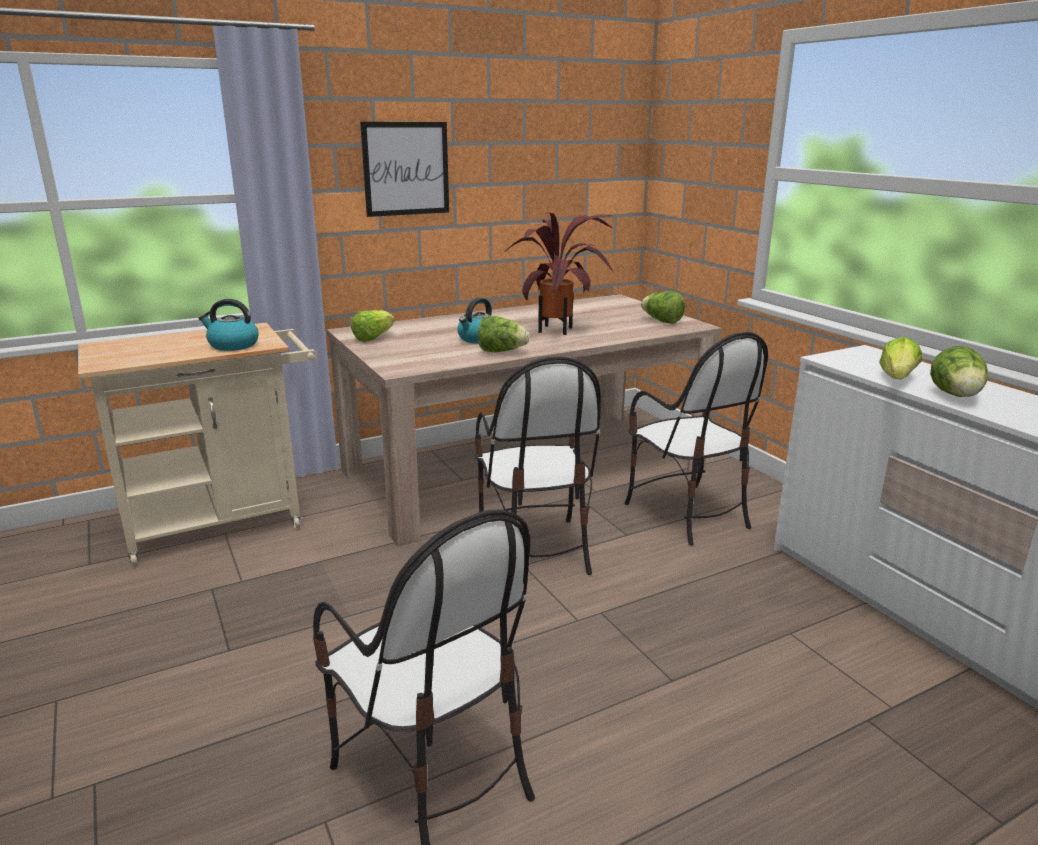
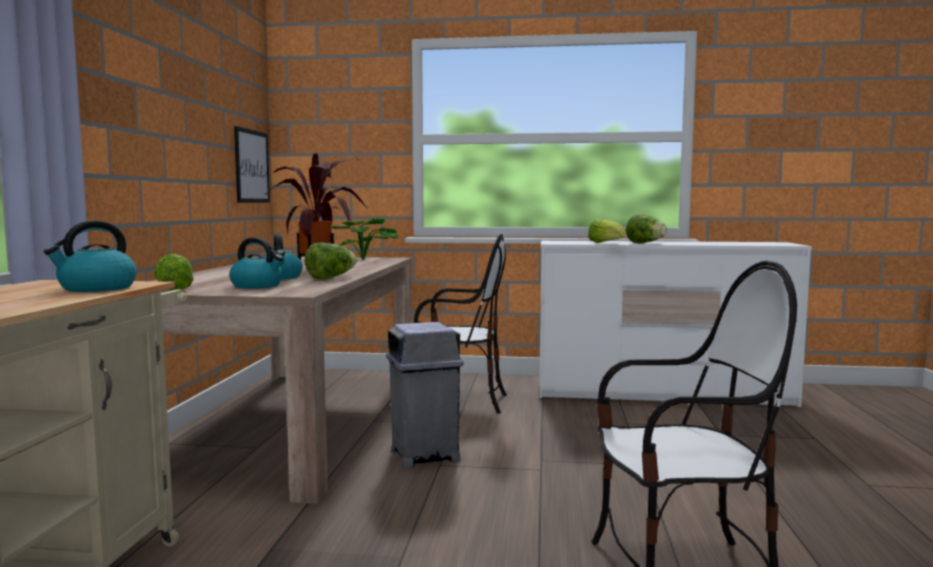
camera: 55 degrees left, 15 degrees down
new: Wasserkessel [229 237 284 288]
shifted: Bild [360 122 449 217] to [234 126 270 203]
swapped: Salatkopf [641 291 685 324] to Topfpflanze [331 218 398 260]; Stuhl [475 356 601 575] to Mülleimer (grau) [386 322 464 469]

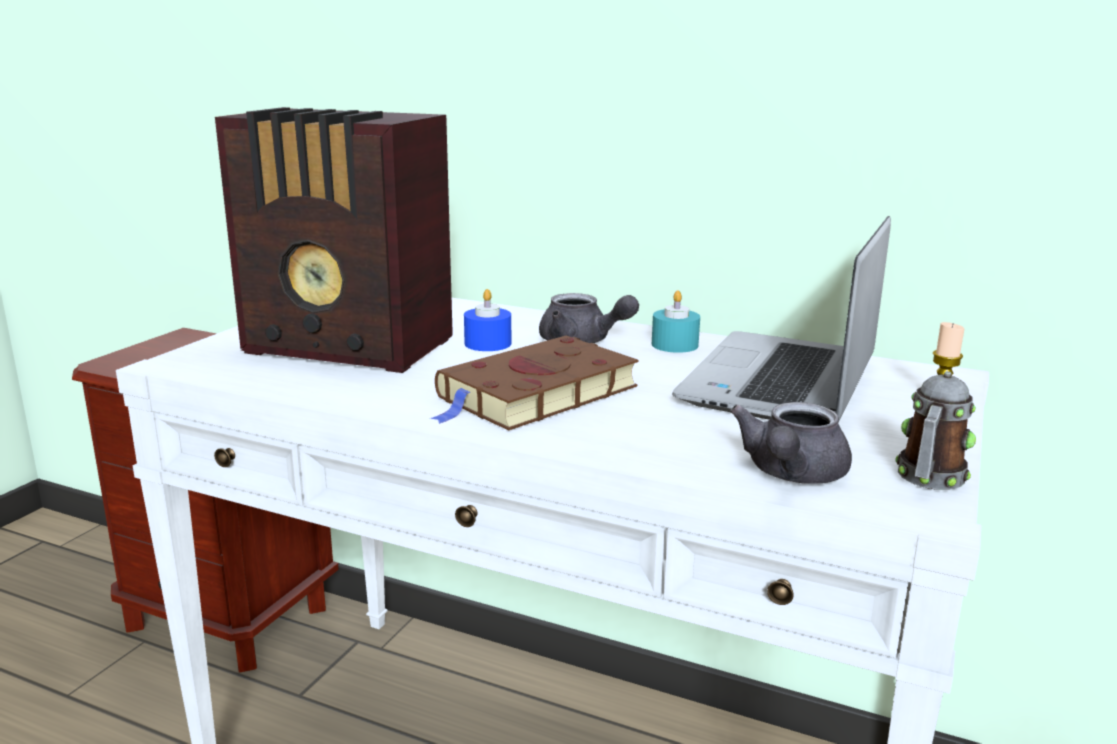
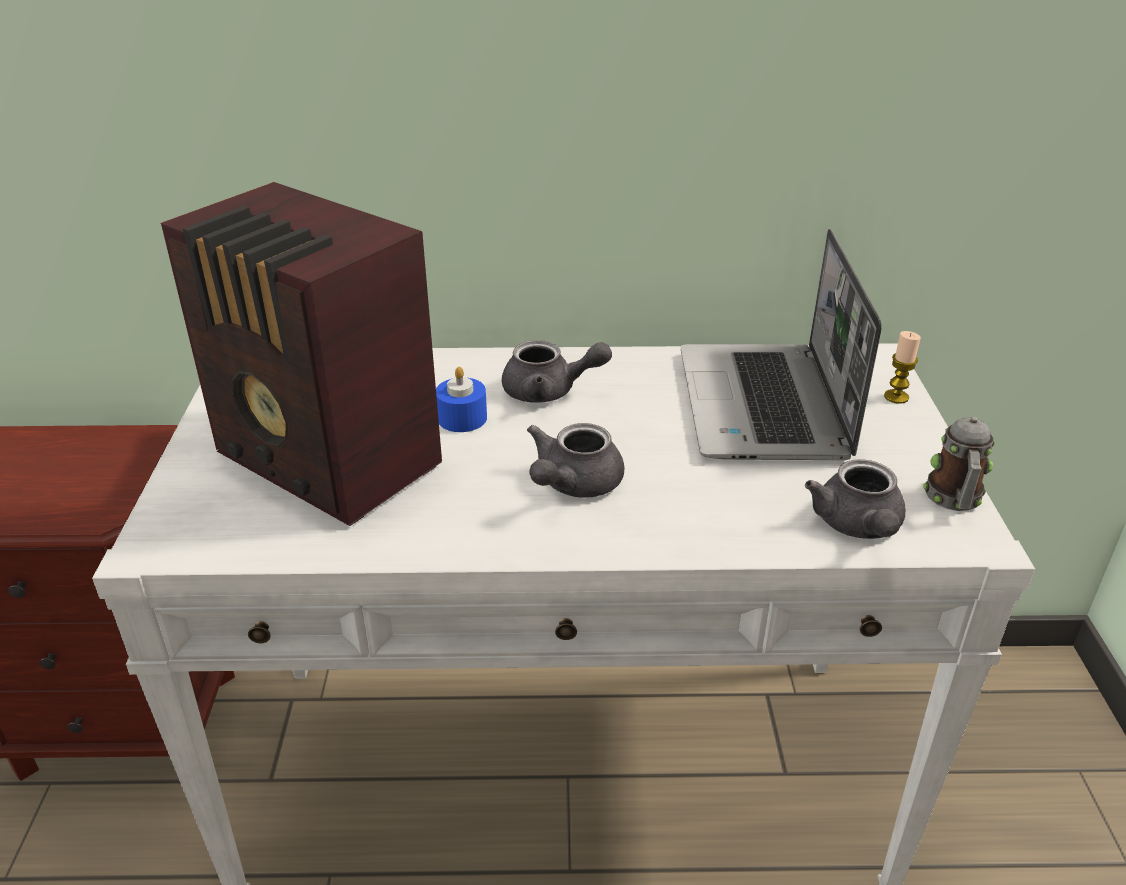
camera: 25 degrees left, 15 degrees up
gone: Kerze (türkis) [652 290 700 353]
swapped: Buch (braun) [430 336 638 431] to Teekanne (grau) [527 423 624 498]
rotated: Radio [215 107 453 373] = [160 182 442 526] 45 degrees clockwise

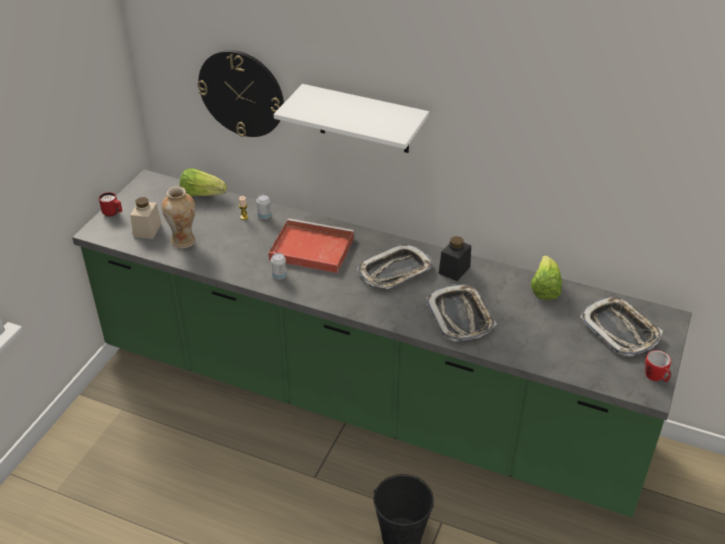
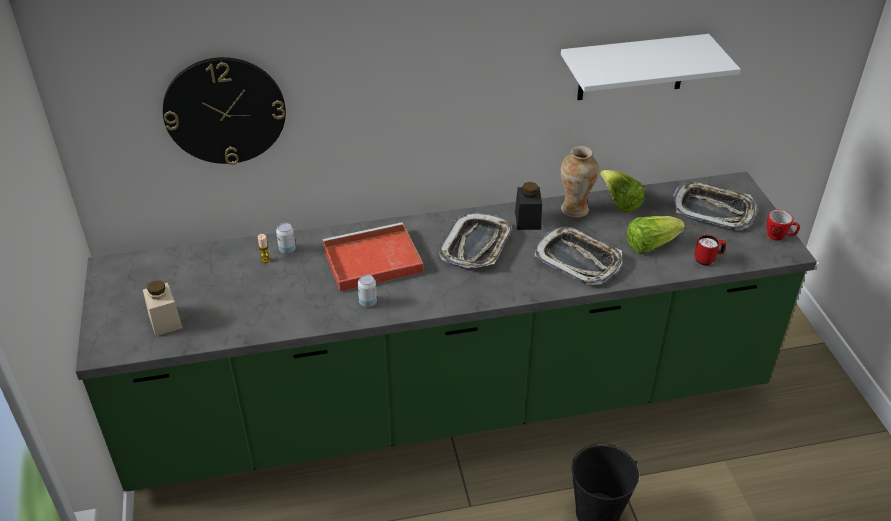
camera: 35 degrees left, 0 degrees up
shifted: Wandregal (weiß) [274 84 429 153] to [561 34 740 100]; Vase [162 186 196 249] to [561 146 599 218]; Salatkopf [180 168 227 196] to [627 216 685 253]; Henkelbecher (rot) [99 192 122 217] to [694 235 726 265]

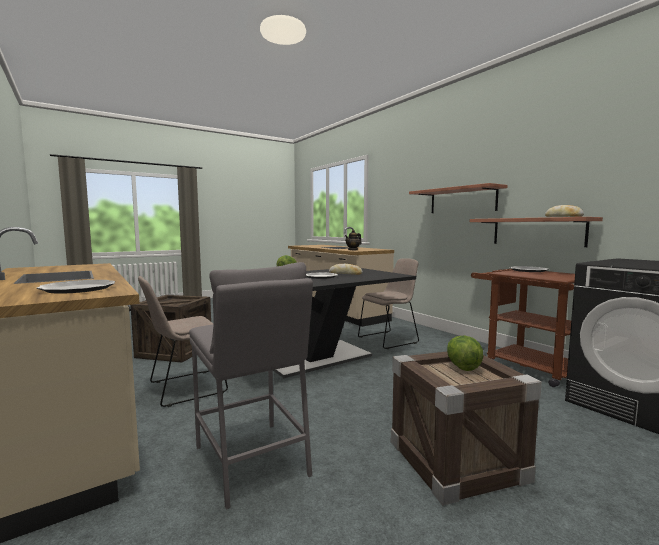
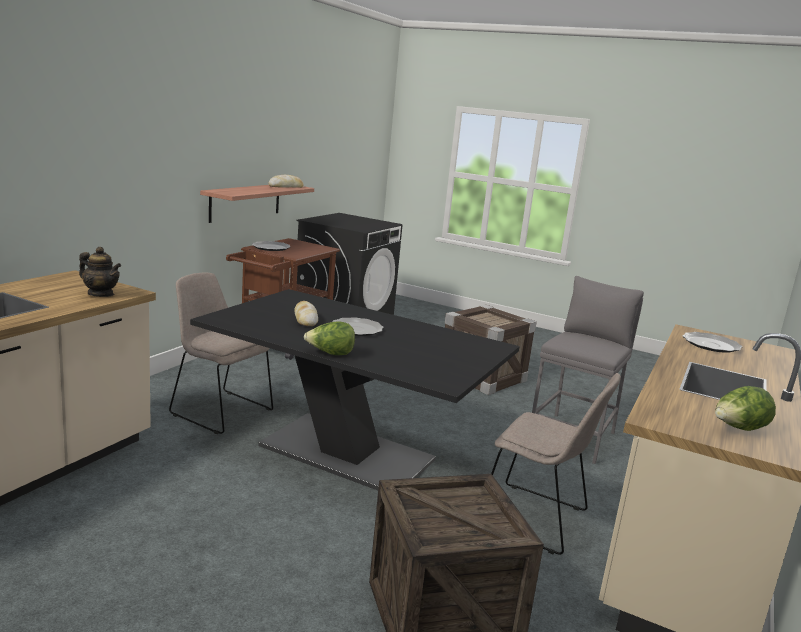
camera: 120 degrees left, 10 degrees up
gone: Wandregal [409 183 507 213]
shifted: Salatkopf [447 335 483 371] to [715 386 776 431]

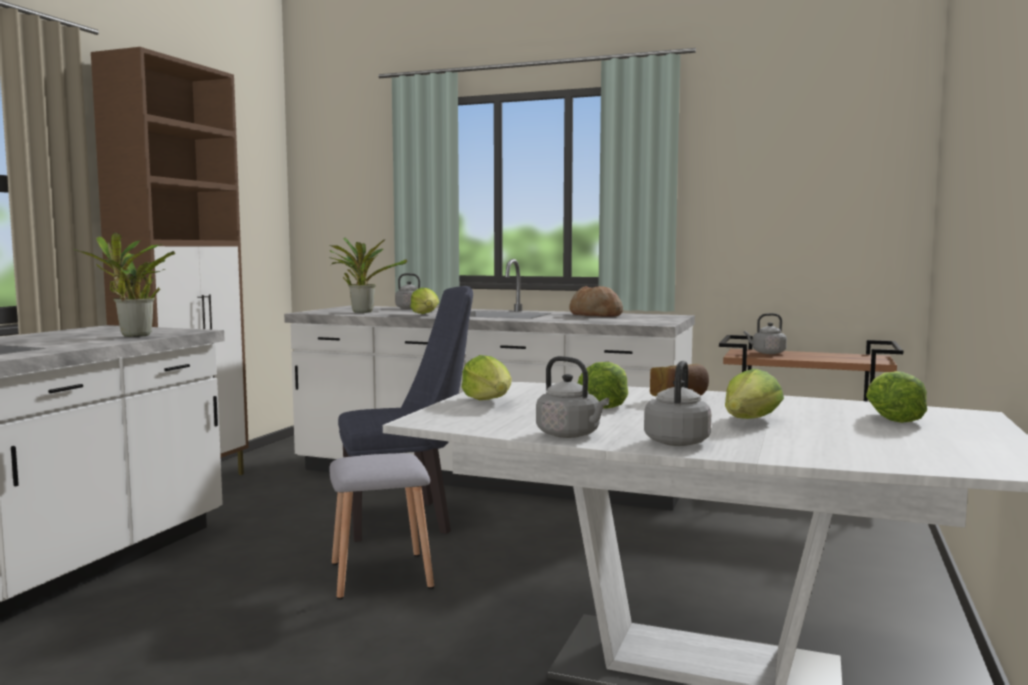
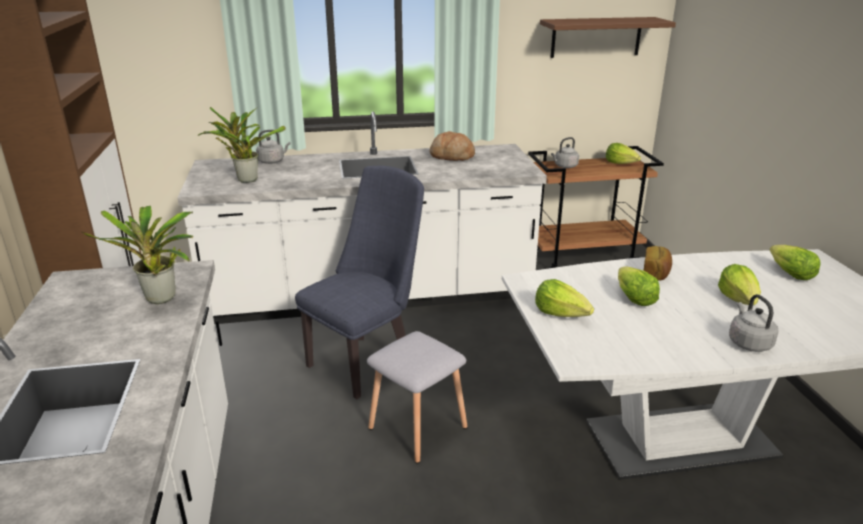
camera: 30 degrees left, 20 degrees up
gone: Wasserkessel (grau) [536 356 609 438]
new: Wandregal (braun) [540 17 676 58]
shifted: Salatkopf [410 288 439 314] to [606 143 641 164]

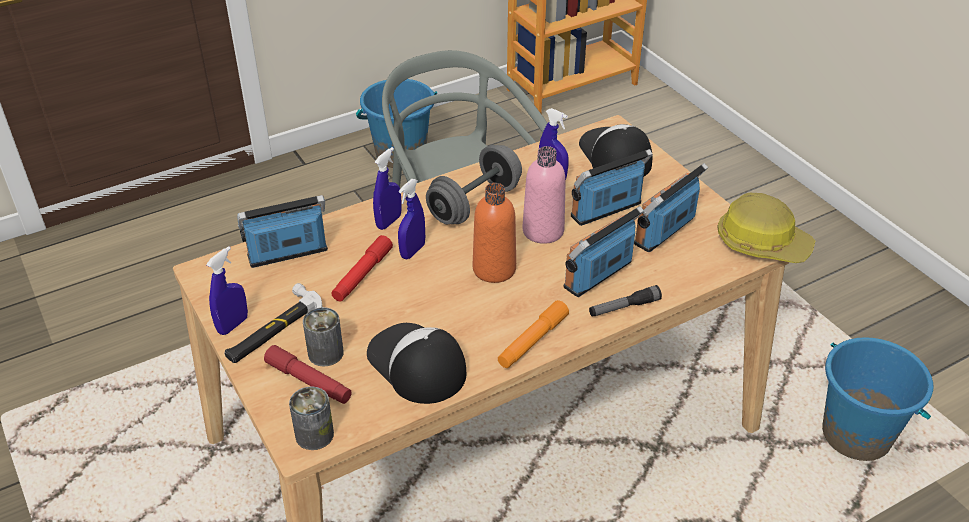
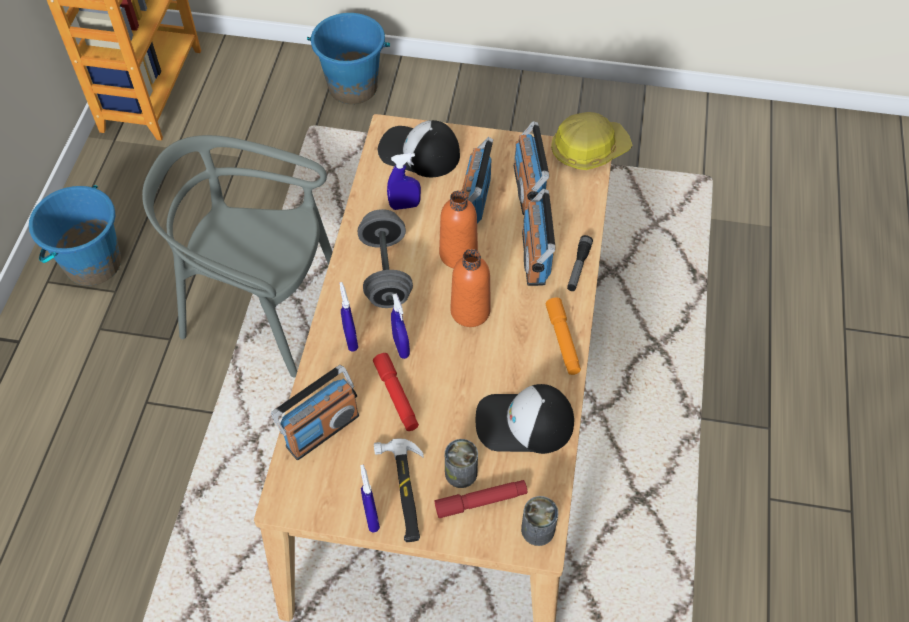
camera: 50 degrees left, 15 degrees up
shifted: Eimer (blau) [822 337 933 461] to [307 13 390 104]
repainted: Flasche (rosa) [522 146 566 244] to Flasche (orange) [439 190 478 268]
rotated: Radio [237 195 328 268] = [271 365 359 460] 150 degrees counterclockwise

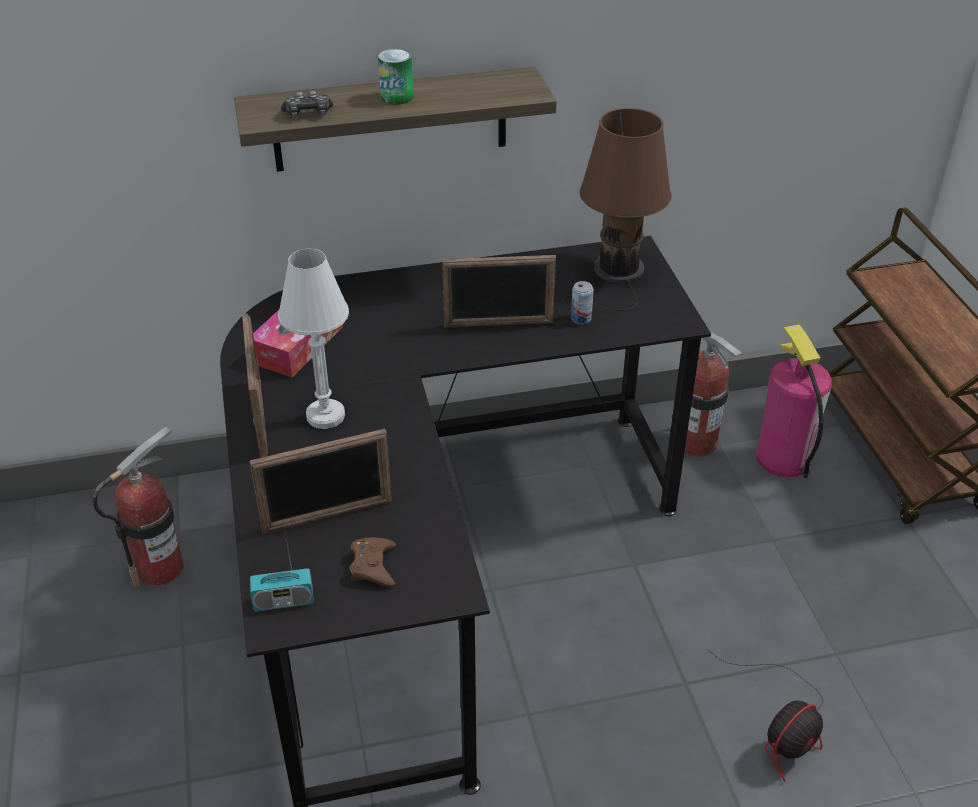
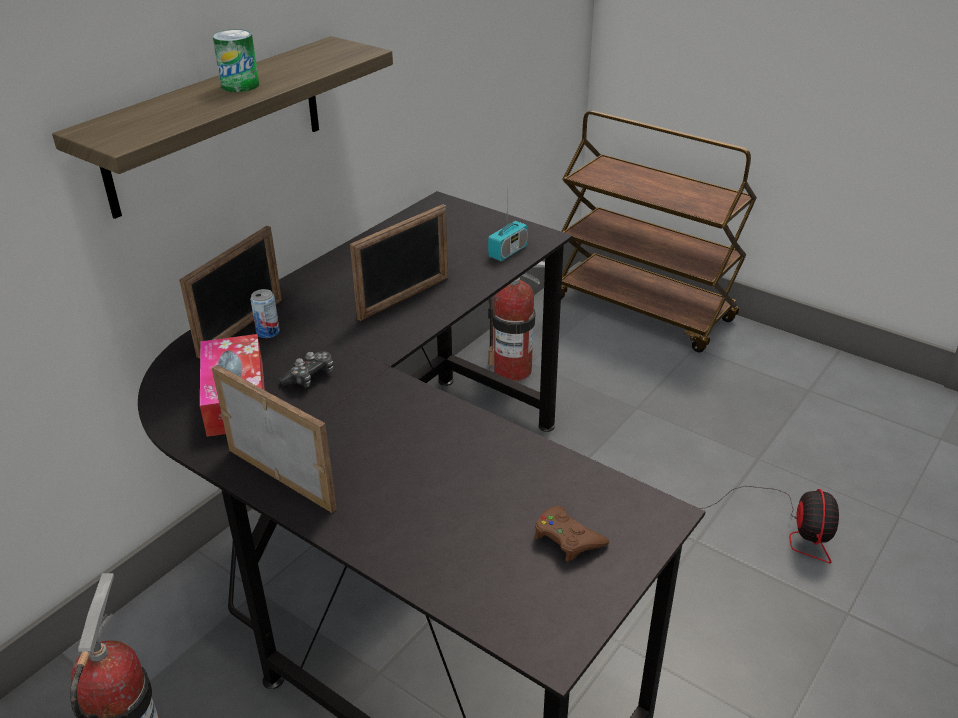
camera: 40 degrees left, 5 degrees down
gone: Tischlampe (weiß) [278 249 349 429]; Tischlampe (braun) [562 108 671 311]; Feuerlöscher [756 324 832 478]
shifted: Bilderrahmen [249 429 392 534] to [179 226 282 359]; Dose [571 281 594 325] to [250 289 280 338]; Gamepad [281 91 333 118] to [279 351 333 388]; Radio [250 532 314 611] to [488 185 528 261]

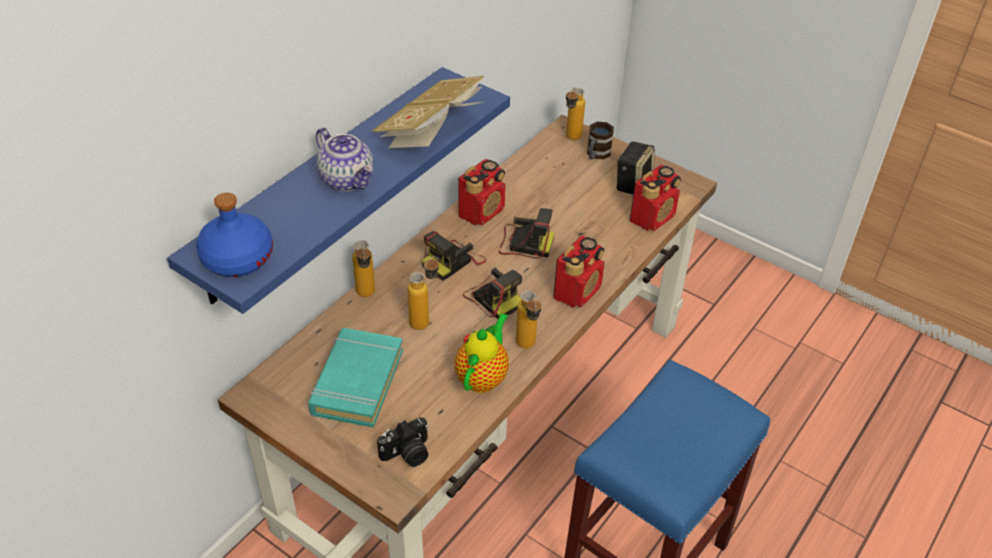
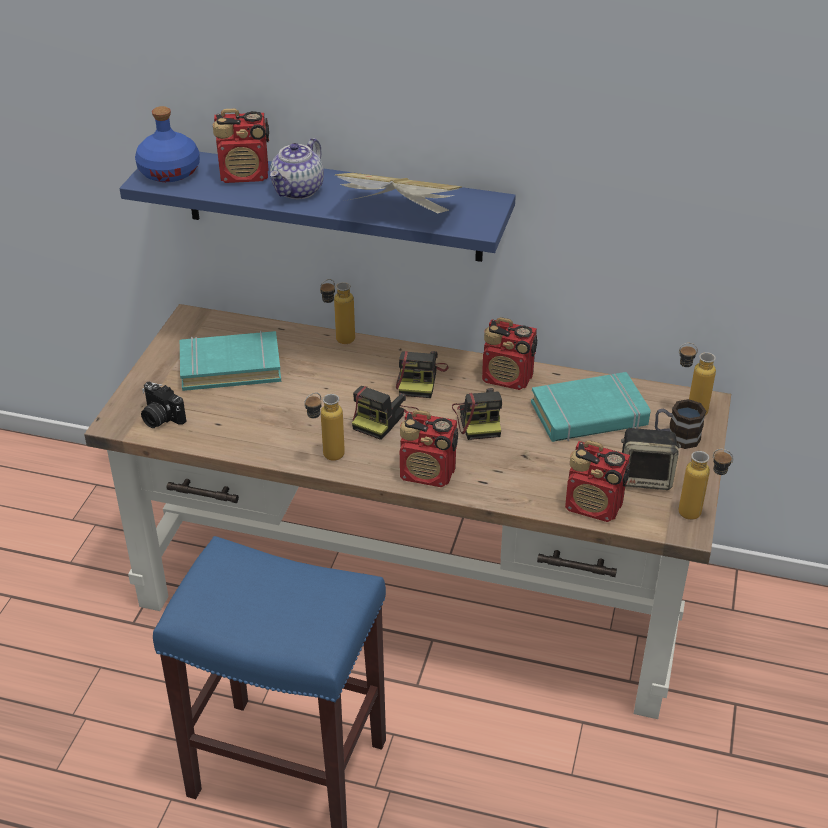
camera: 70 degrees right, 5 degrees down
gone: Teekanne [455 313 509 393]
new: Radio [213 109 269 183]; Buch (türkis) [531 372 651 442]
shifted: Flasche [408 256 439 330] to [679 449 733 520]
rotated: Kamera [422 231 486 281] = [396 351 449 398] 105 degrees counterclockwise

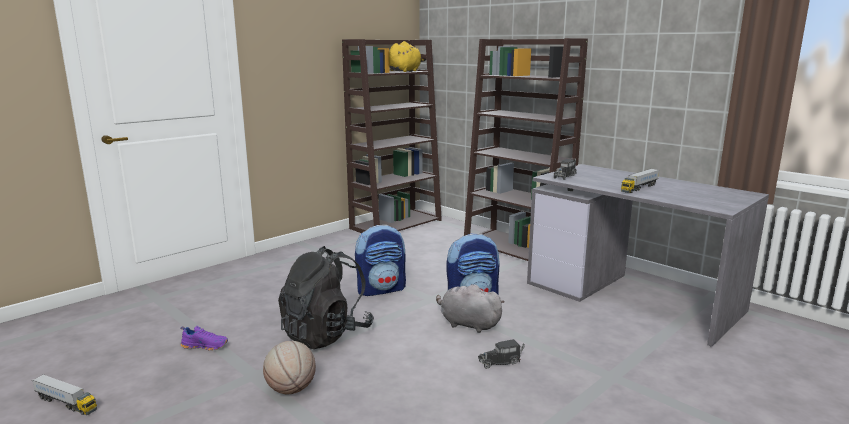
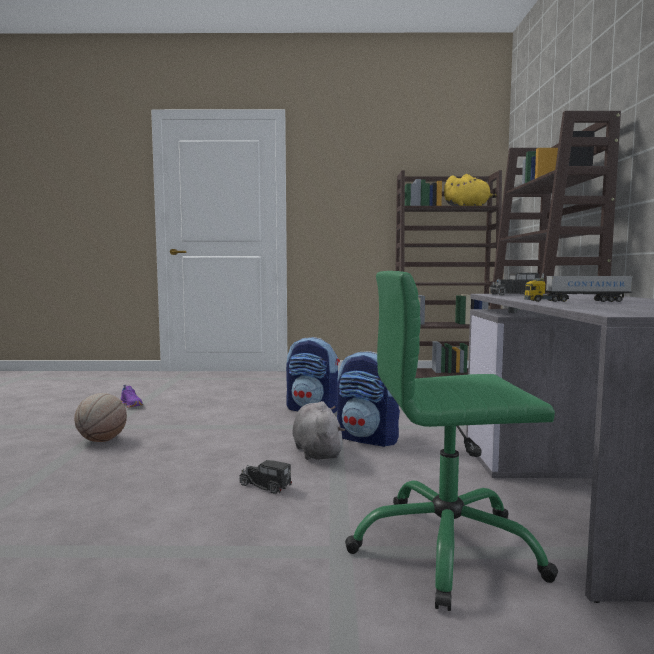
camera: 45 degrees right, 10 degrees down
gone: Spielzeuglaster [32 374 97 415]; Rucksack (schwarz) [278 246 374 349]
new: Bürostuhl (grün) [345 271 558 611]

